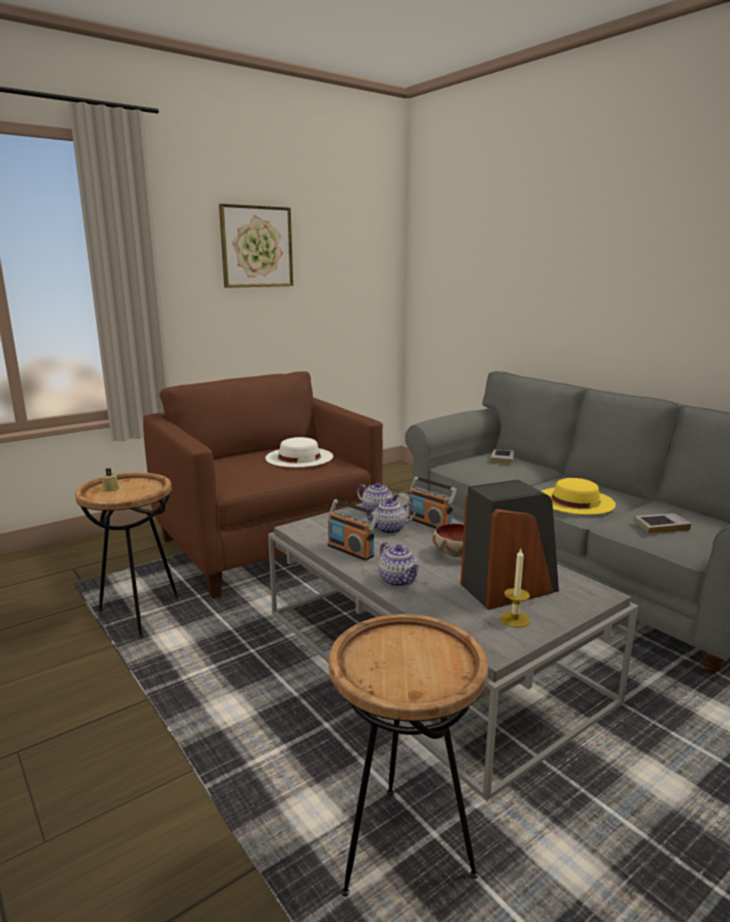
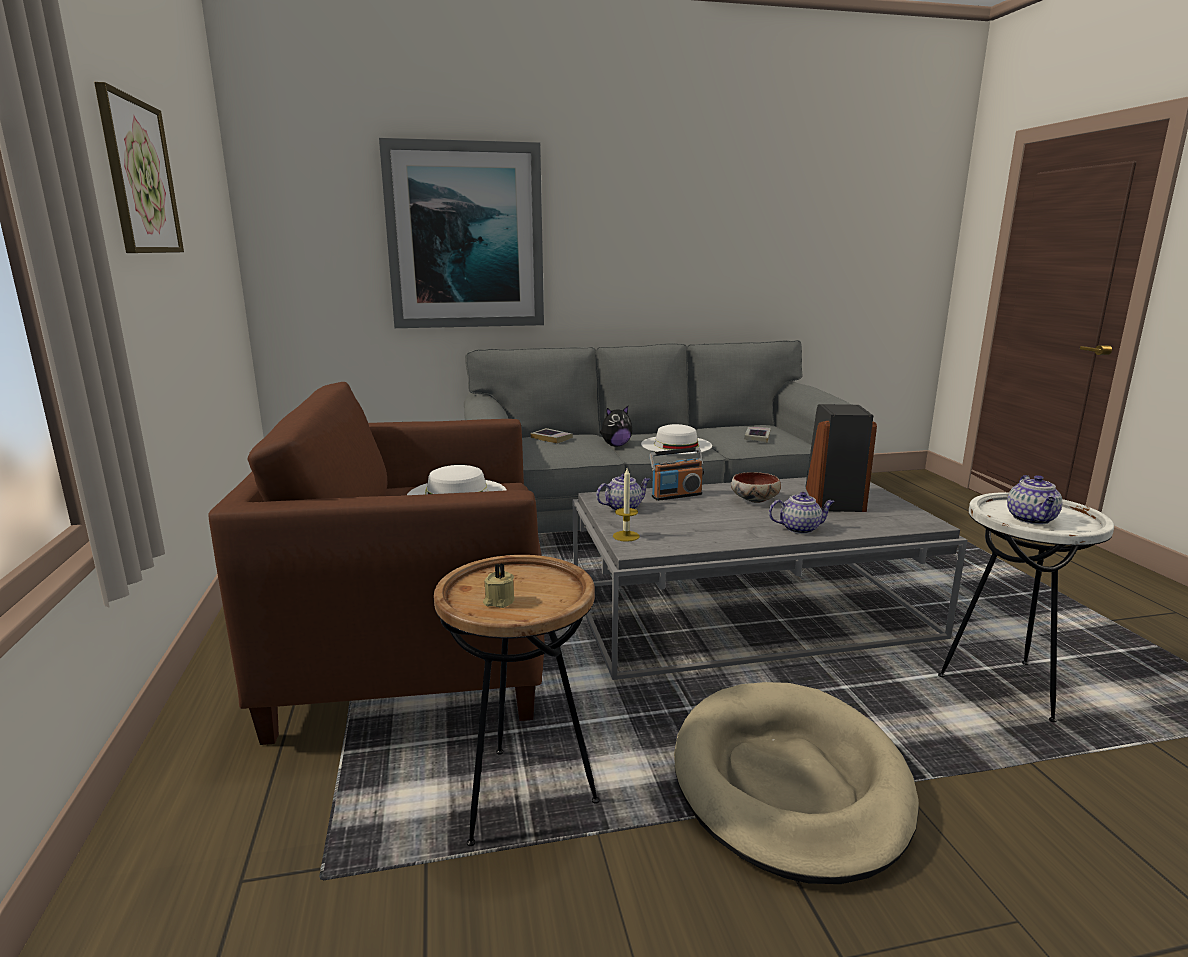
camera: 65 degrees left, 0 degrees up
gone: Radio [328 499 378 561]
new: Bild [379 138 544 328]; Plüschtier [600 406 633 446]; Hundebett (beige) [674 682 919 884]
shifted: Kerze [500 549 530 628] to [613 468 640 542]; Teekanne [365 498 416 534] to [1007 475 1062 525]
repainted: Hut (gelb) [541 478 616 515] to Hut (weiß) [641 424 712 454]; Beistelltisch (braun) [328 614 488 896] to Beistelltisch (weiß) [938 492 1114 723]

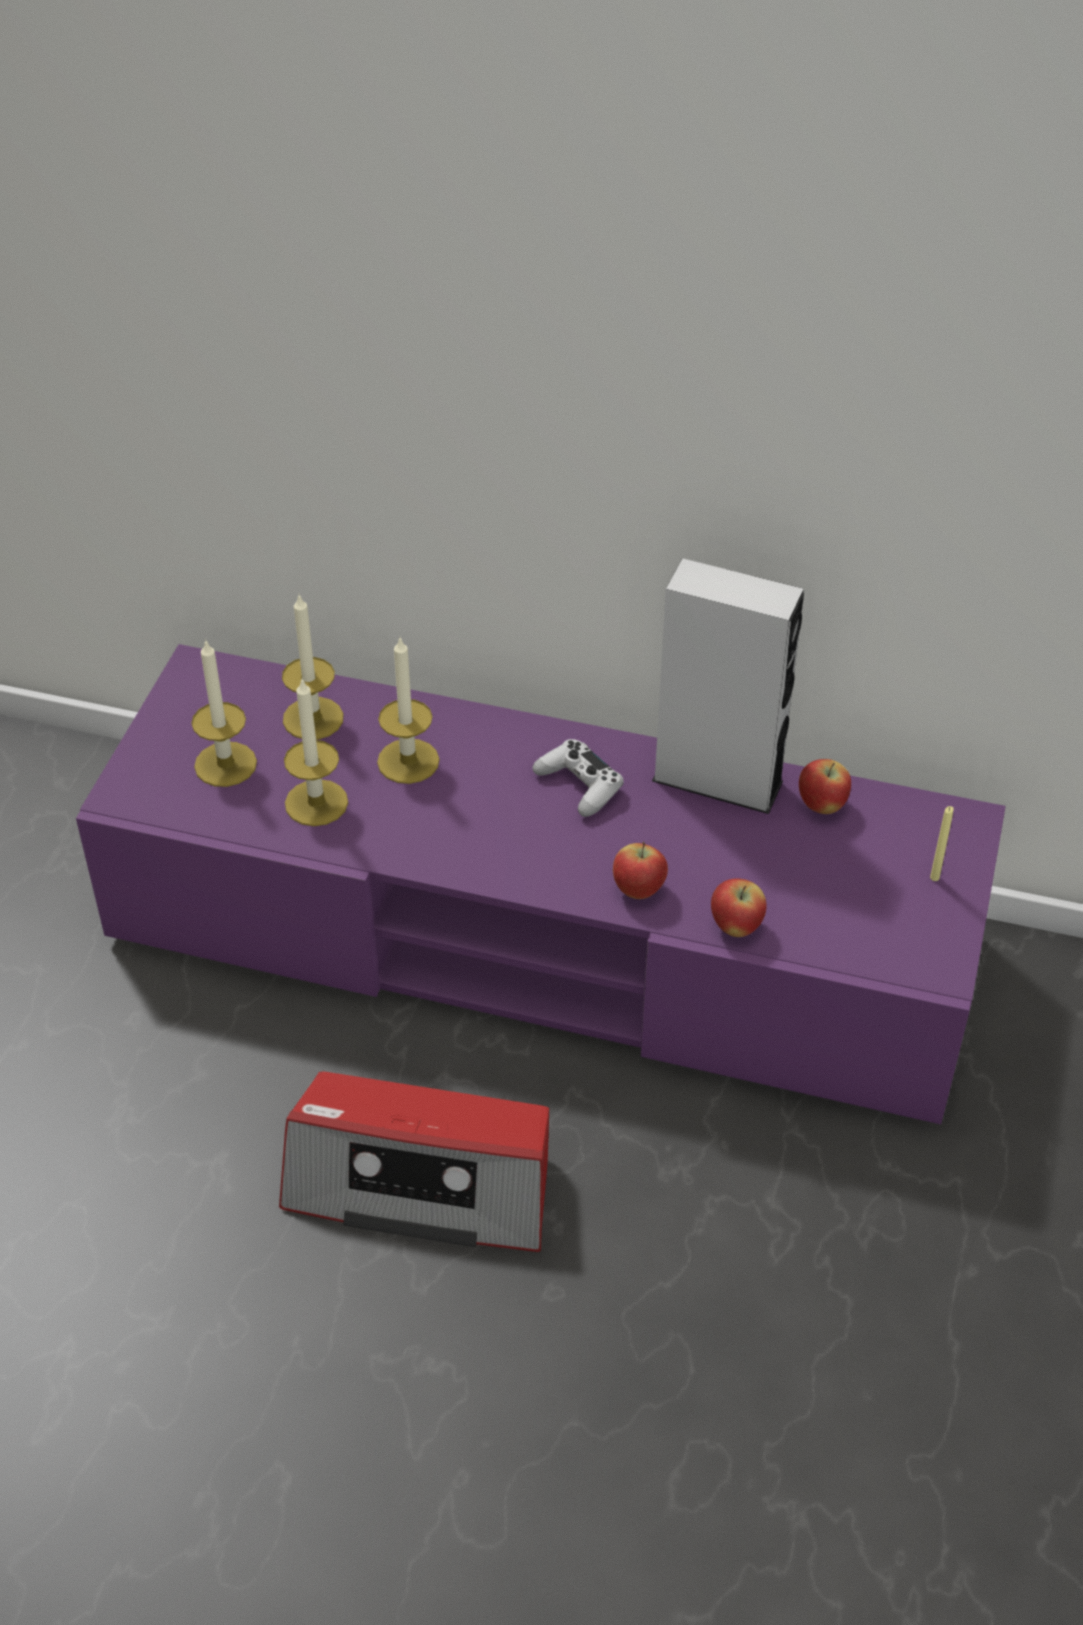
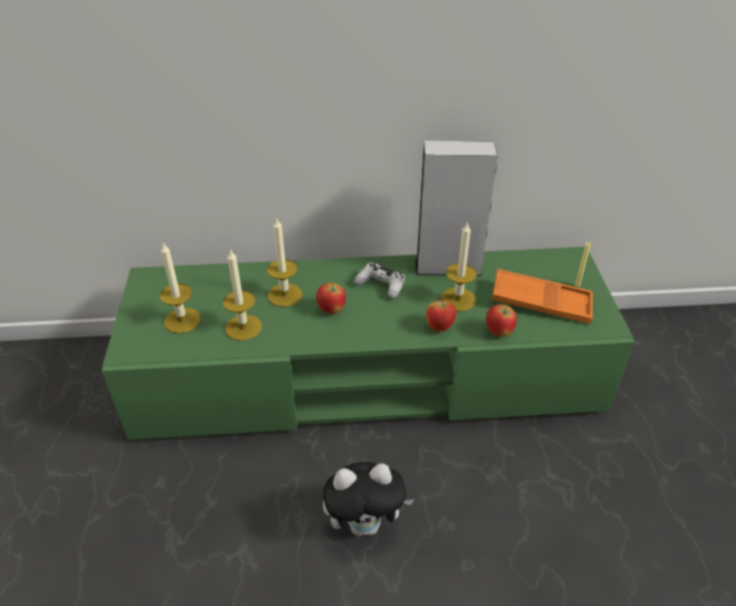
camera: 20 degrees left, 5 degrees down
new: Tablett (orange) [492 269 593 324]
shifted: Apfel [799 759 851 814] to [316 283 346 314]; Kerze [282 593 343 740] to [441 222 477 311]
swapped: Radio [279 1072 549 1252] to Plüschtier [323 461 414 536]
repainted: Fernsehschrank (lila) [76 644 1006 1124] to Fernsehschrank (grün) [102 247 635 440]

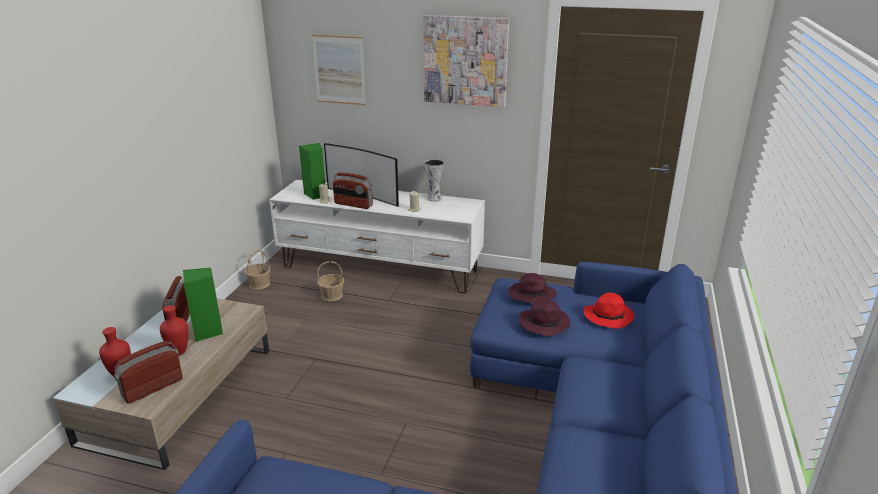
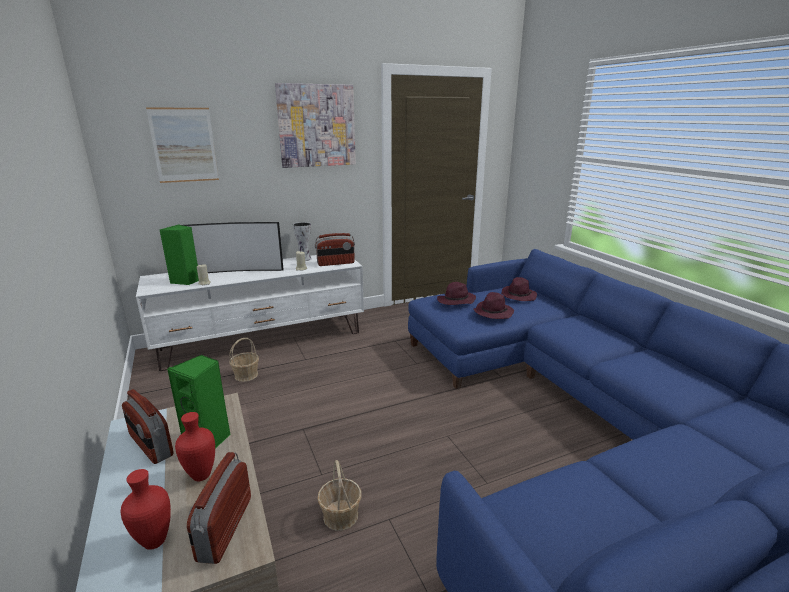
camera: 40 degrees left, 5 degrees down
shifted: Radio [333 173 373 209] to [315 233 355 266]; Korb [244 249 271 290] to [317 460 362 531]
repainted: Hut (rot) [583 293 634 329] to Hut (lila) [501 277 537 301]

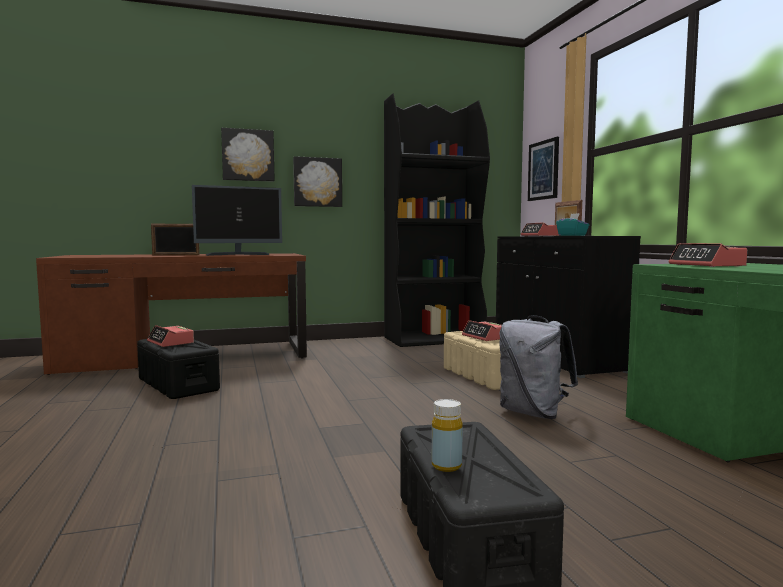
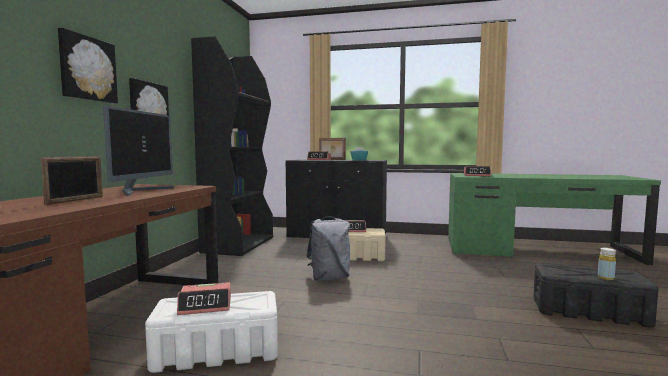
camera: 60 degrees left, 0 degrees up
gone: Bild [528 137 559 201]
shifted: Rucksack (grau) [499 315 578 419] to [306 216 350 281]
repainted: Aufbewahrungsbox (schwarz) [137 339 220 399] to Aufbewahrungsbox (weiß) [145 291 278 373]

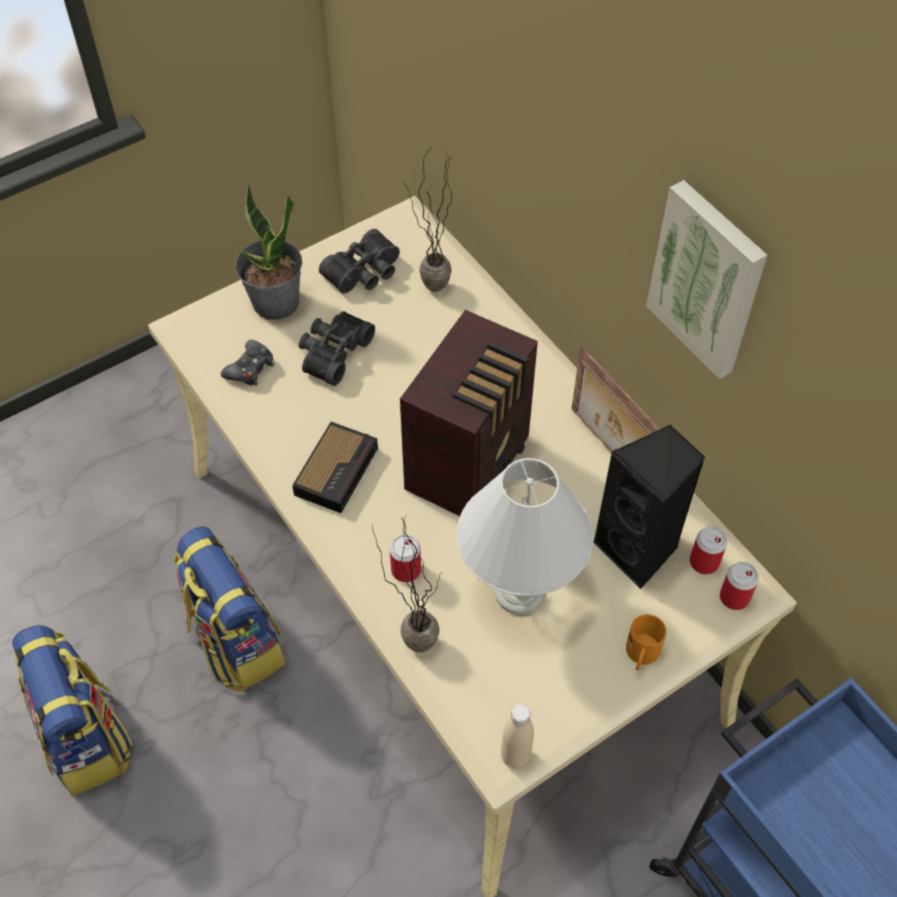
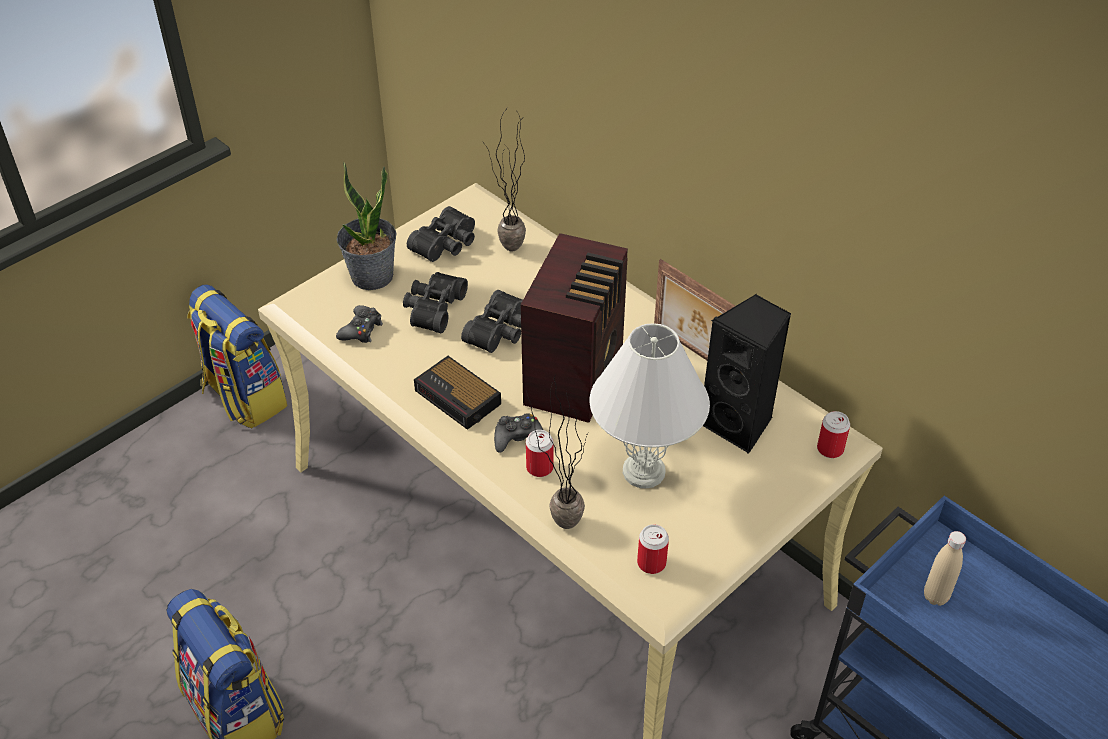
camera: 10 degrees left, 10 degrees down
gone: Henkelbecher (orange) [626 614 666 671]; Bild [646 180 767 379]
new: Fernglas (schwarz) [461 290 523 353]; Gamepad (schwarz) [494 414 543 453]
shifted: Rucksack [174 526 286 692] to [187 285 287 429]; Dose [690 526 727 574] to [637 524 669 574]; Flasche (beige) [501 704 534 769] to [924 531 966 606]
rotated: Wecker [292 422 378 513] = [414 356 501 430] 120 degrees clockwise

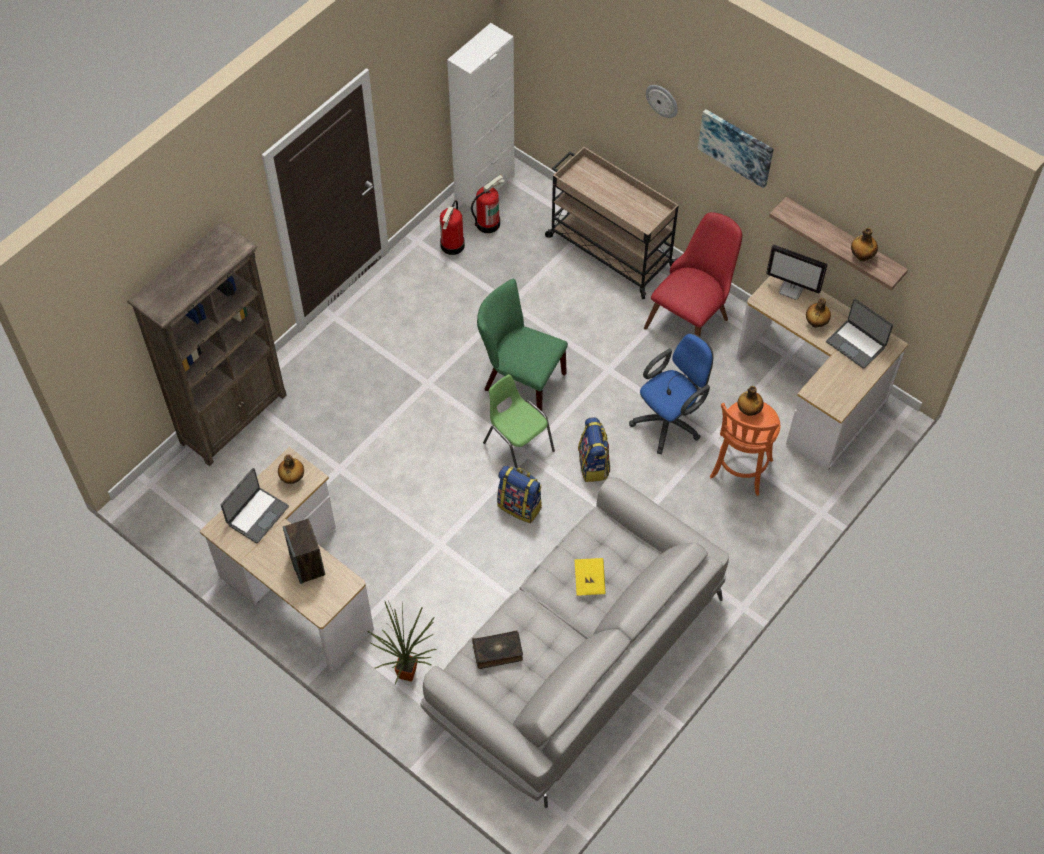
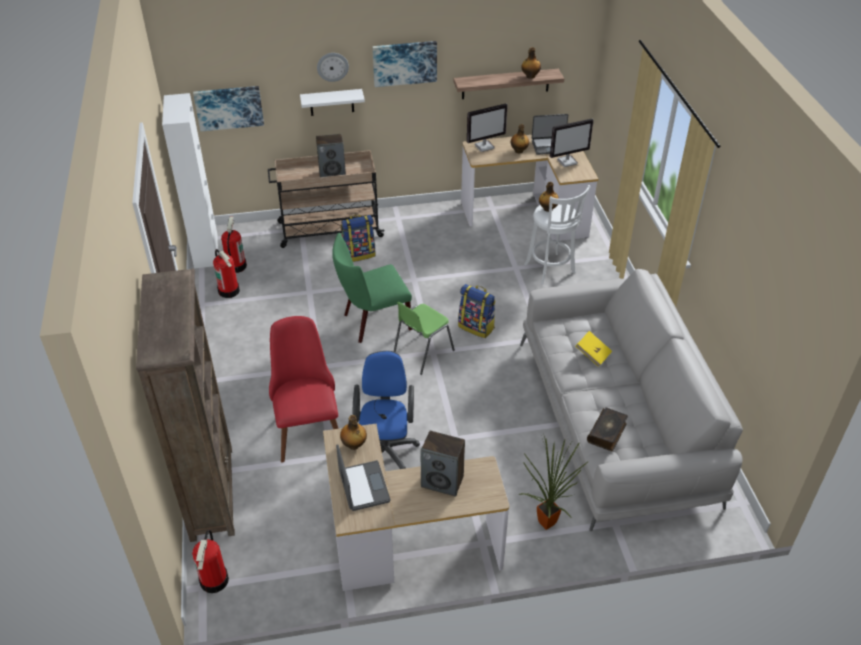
camera: 50 degrees left, 15 degrees down
new: Feuerlöscher [192 530 229 593]; Bild [193 86 264 131]; Wandregal (weiß) [300 89 365 116]; Lautsprecher [316 134 346 177]; Monitor [550 119 594 167]
shifted: Stuhl (rot) [644 212 742 337] to [269 316 339 463]; Rucksack [497 465 542 523] to [341 215 375 262]; Bürostuhl (blau) [629 333 713 454] to [353 351 420 469]
repainted: Hocker (orange) [710 402 780 496] to Hocker (weiß) [524 185 590 285]
rotated: Stuhl (grün) [483 374 555 468] = [394 302 455 375] 45 degrees counterclockwise

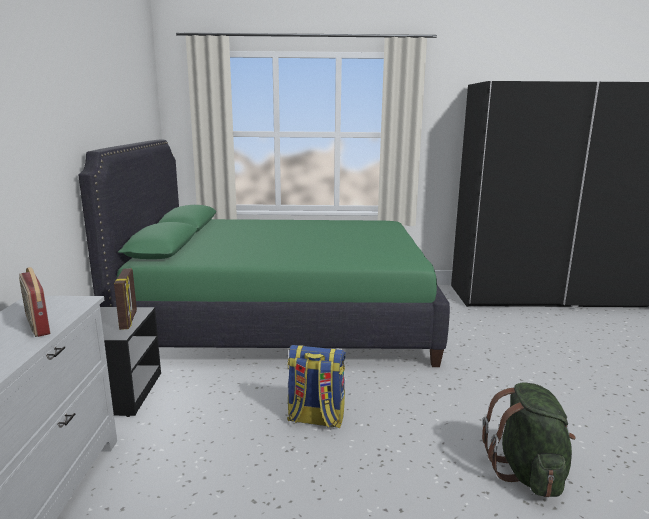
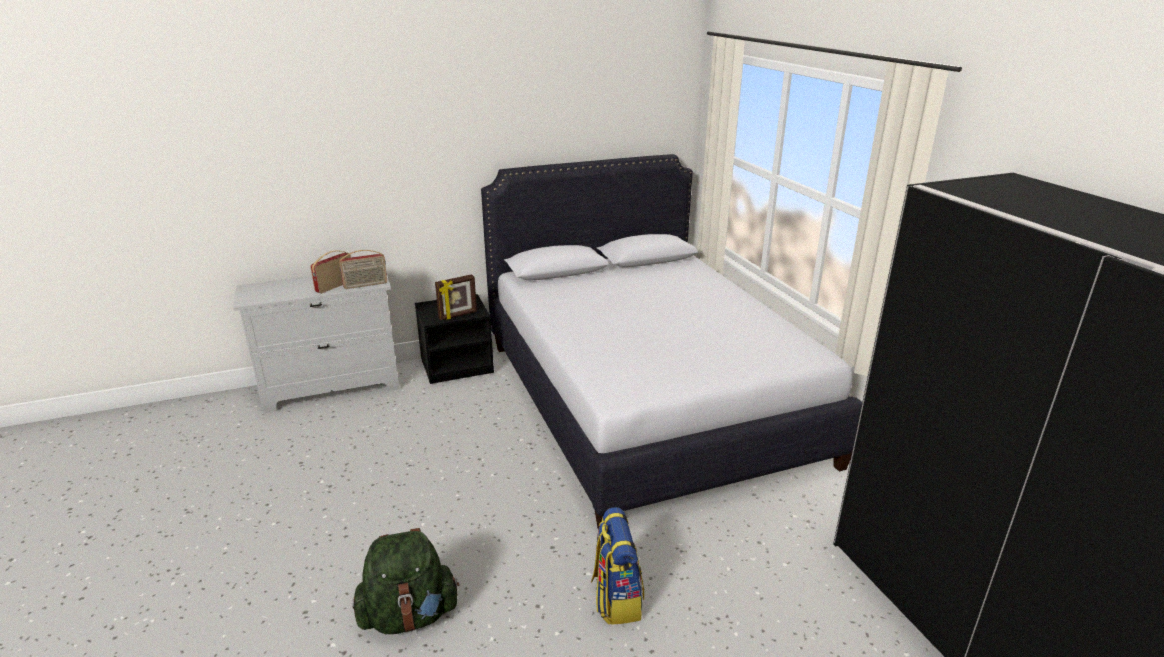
camera: 70 degrees right, 10 degrees up
new: Radio [339 250 387 289]
shifted: Rucksack [287 345 346 428] to [591 507 644 625]
repainted: Bett (grün) [78 140 450 367] to Bett (weiß) [481 154 862 530]

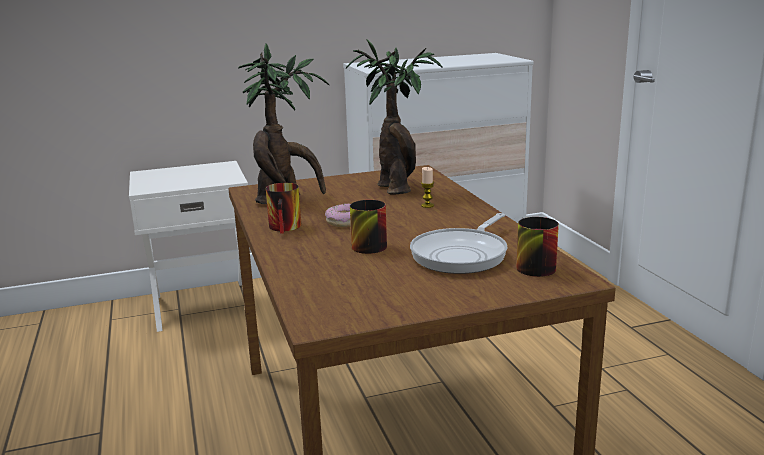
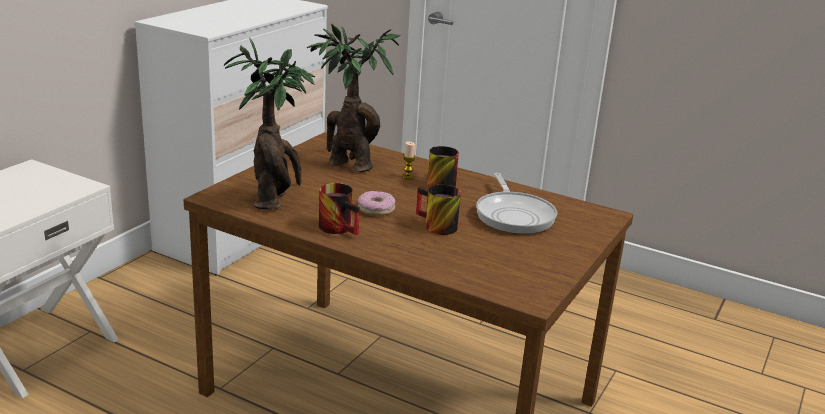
camera: 45 degrees left, 5 degrees up
shifted: Henkelbecher [516 217 559 277] to [427 146 459 188]

